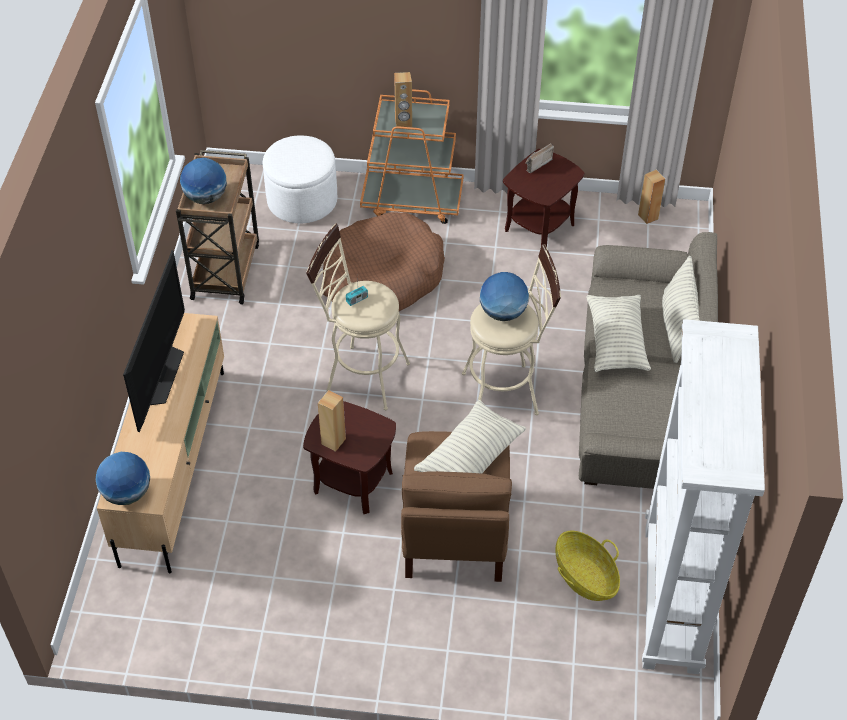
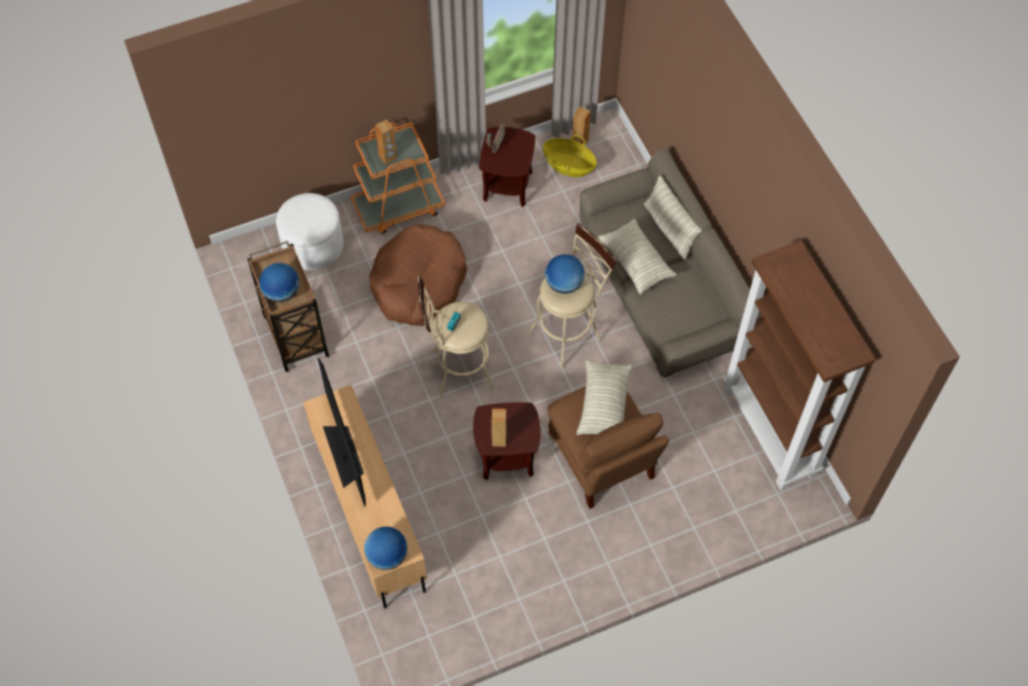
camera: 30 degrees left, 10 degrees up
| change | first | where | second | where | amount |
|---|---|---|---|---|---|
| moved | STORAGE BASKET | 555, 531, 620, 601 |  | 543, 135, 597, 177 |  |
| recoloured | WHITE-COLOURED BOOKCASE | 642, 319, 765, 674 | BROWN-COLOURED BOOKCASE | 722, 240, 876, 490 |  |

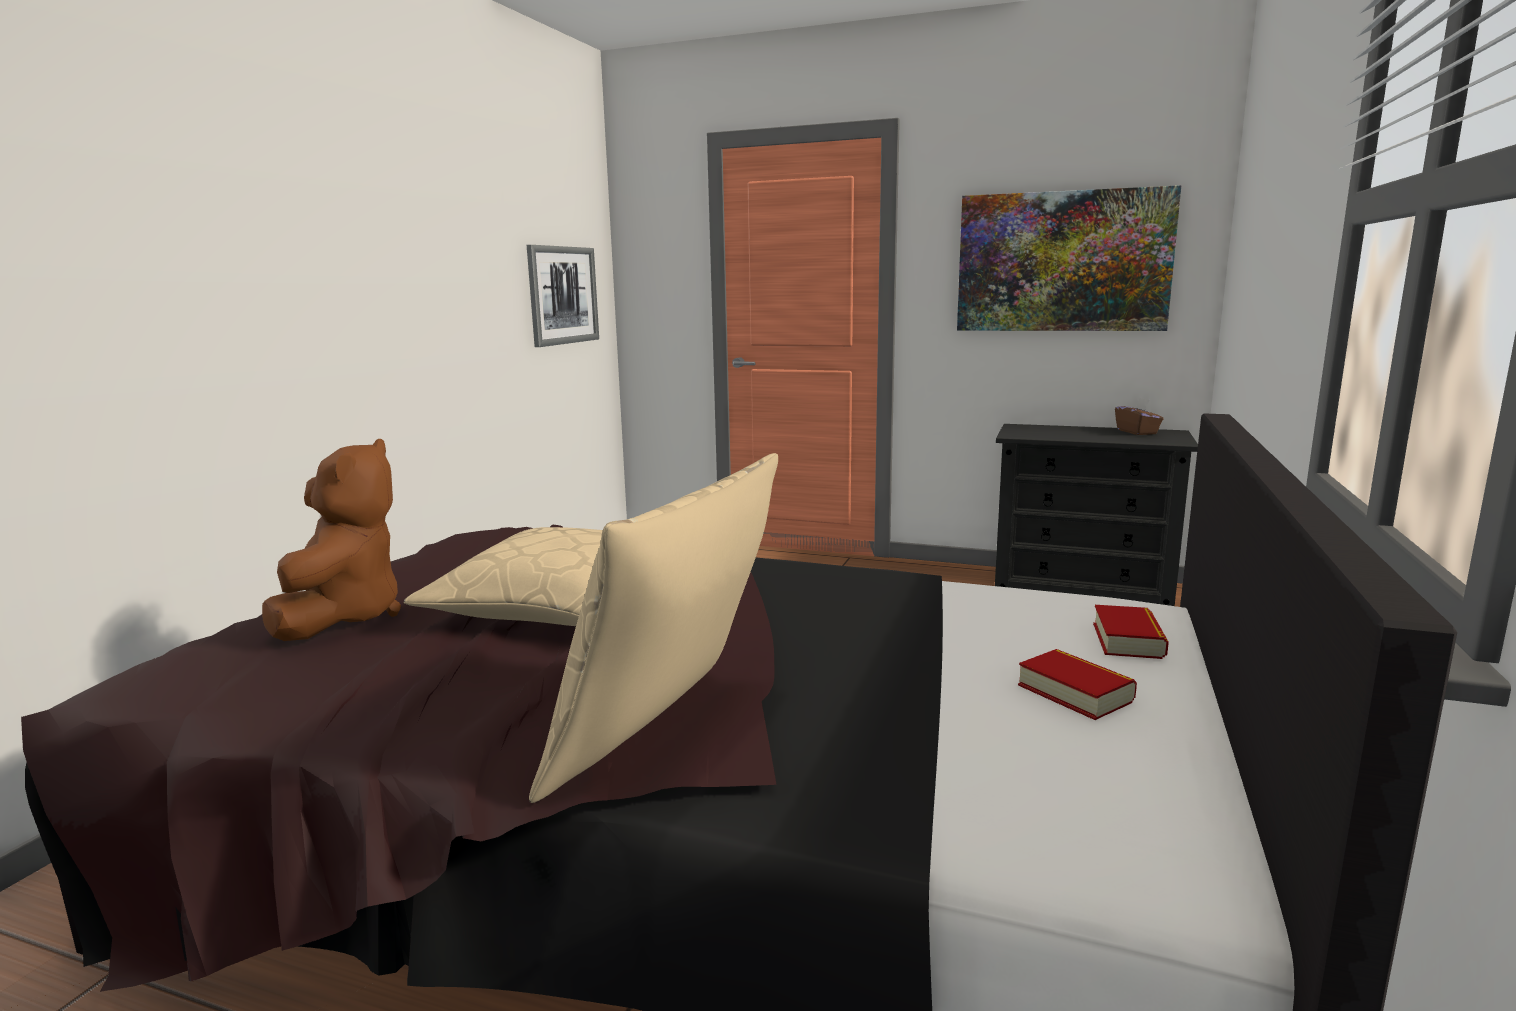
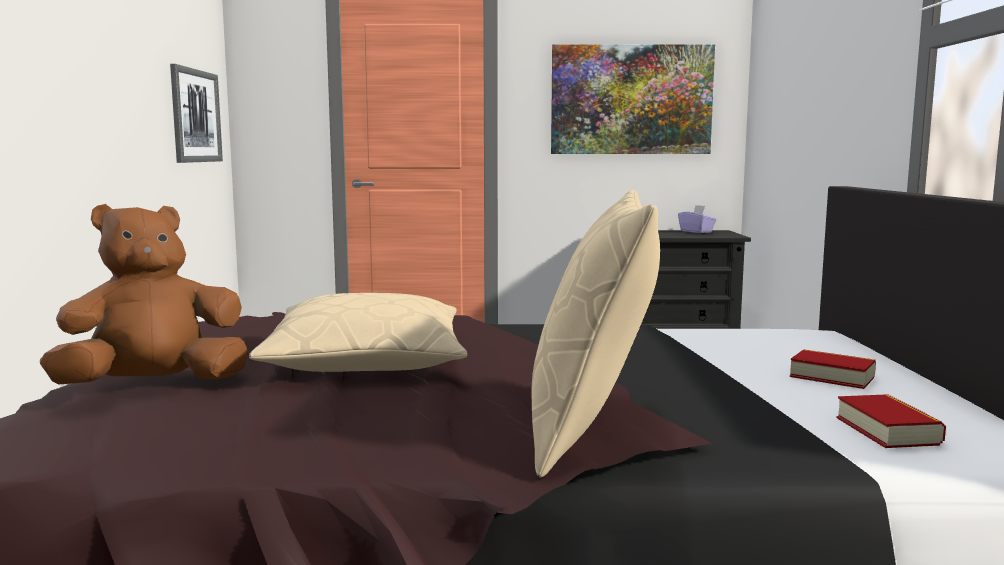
camera: 20 degrees left, 5 degrees down
| change | first | where | second | where | amount |
|---|---|---|---|---|---|
| turned | BROWN-COLOURED PLUSH TOY | 262, 439, 401, 641 |  | 40, 204, 249, 384 | 105 degrees counterclockwise |
| recoloured | BROWN-COLOURED TISSUE HOLDER | 1115, 398, 1164, 435 | PURPLISH TISSUE HOLDER | 678, 205, 716, 233 |  |
| moved | VOLUME | 1093, 605, 1169, 659 |  | 836, 394, 946, 448 |  |

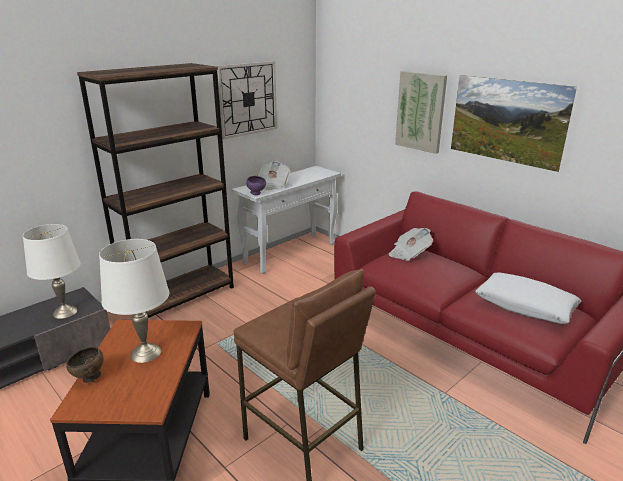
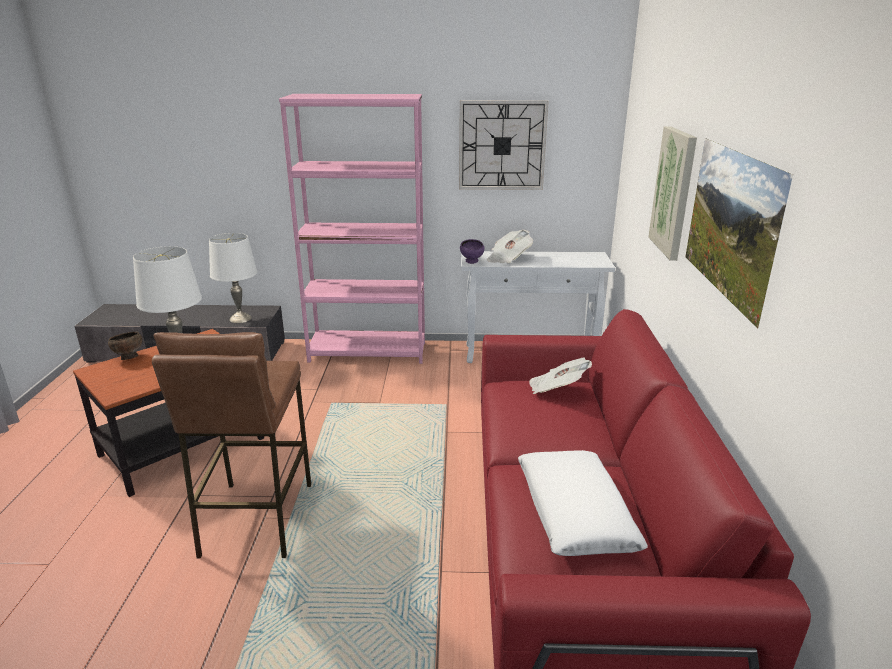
camera: 45 degrees right, 0 degrees up
| change | first | where | second | where | amount |
|---|---|---|---|---|---|
| recoloured | BROWN-COLOURED BOOKCASE | 77, 63, 234, 318 | PINKISH BOOKCASE | 279, 94, 425, 364 |  |

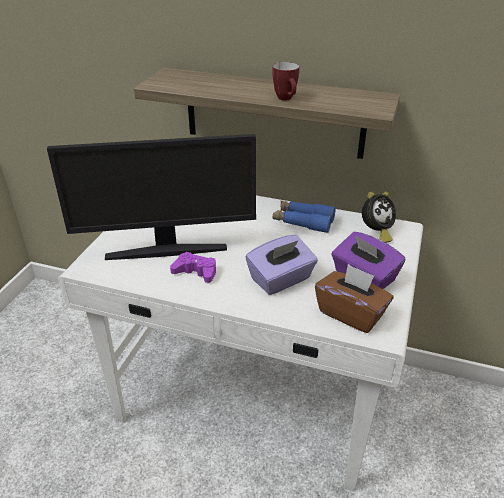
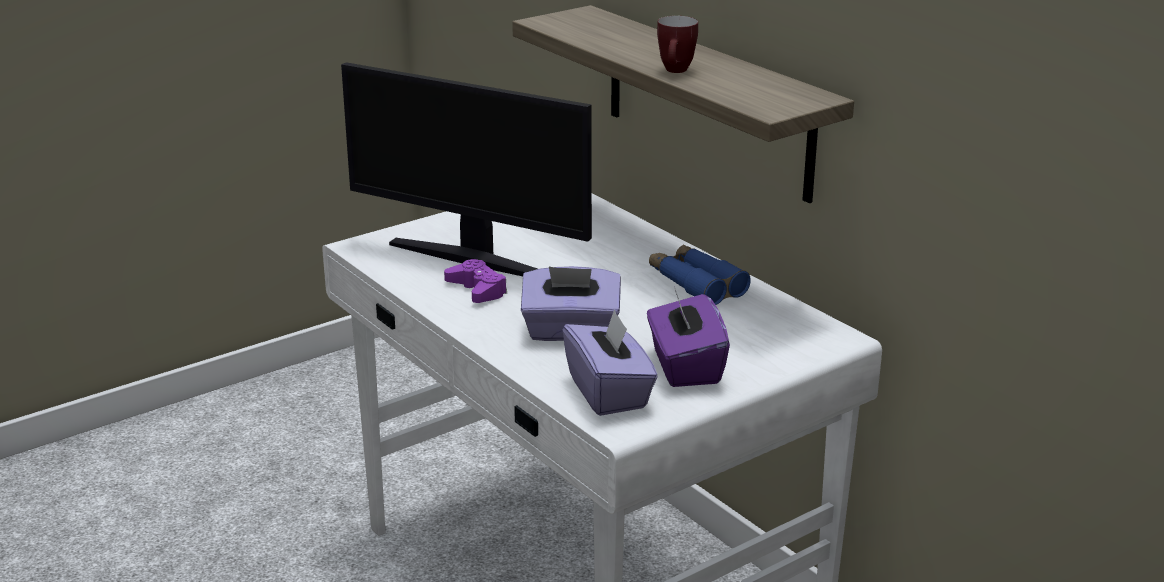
camera: 35 degrees right, 10 degrees down
| change | first | where | second | where | amount |
|---|---|---|---|---|---|
| recoloured | BROWN-COLOURED TISSUE HOLDER | 315, 264, 393, 333 | PURPLISH TISSUE HOLDER | 563, 309, 658, 416 |  |
| removed | ALARM CLOCK | 362, 191, 396, 243 |  |  |  |

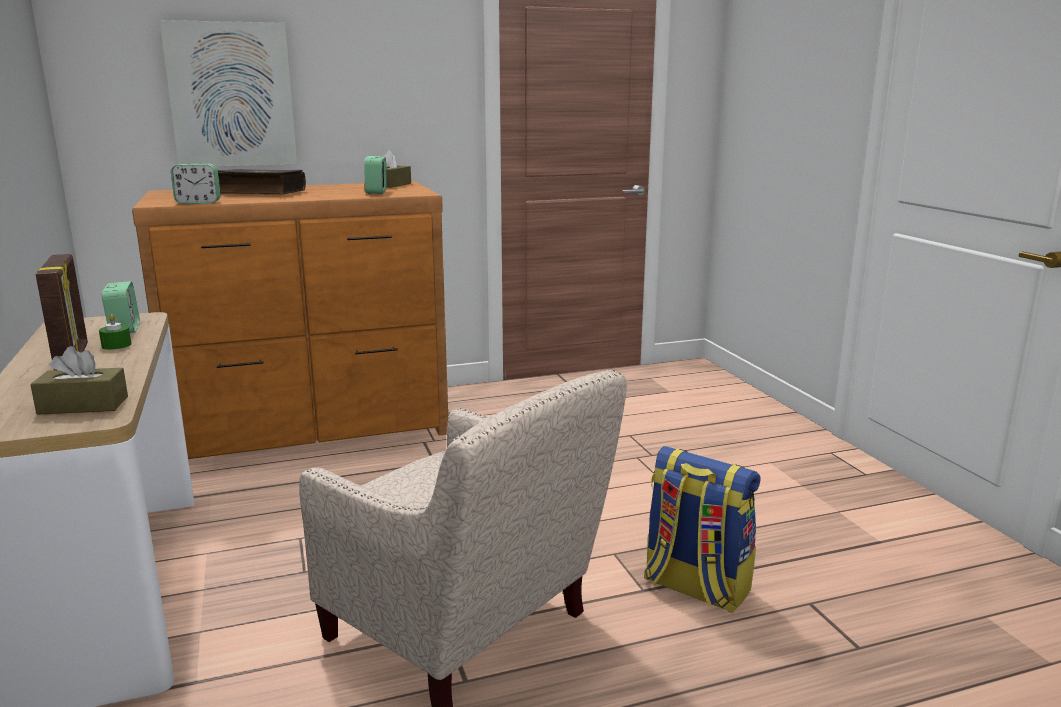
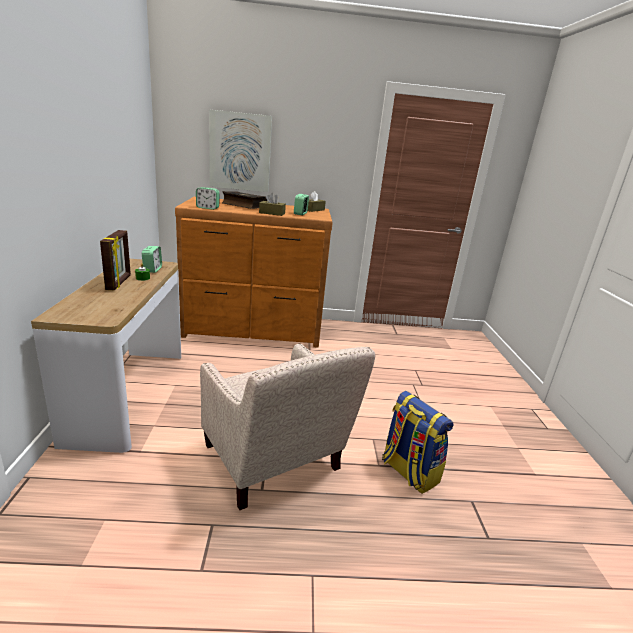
camera: 15 degrees right, 5 degrees up
| change | first | where | second | where | amount |
|---|---|---|---|---|---|
| moved | BROWN-COLOURED TISSUE HOLDER | 30, 346, 128, 414 |  | 259, 193, 286, 216 |  |

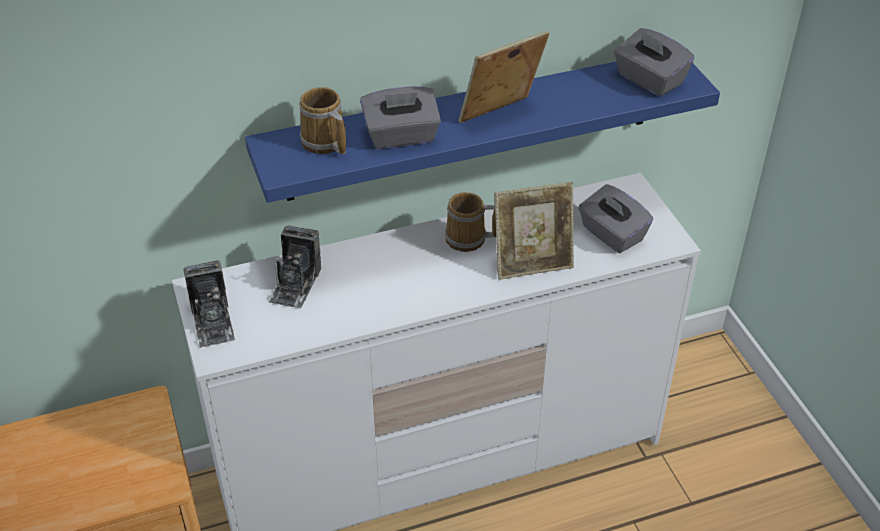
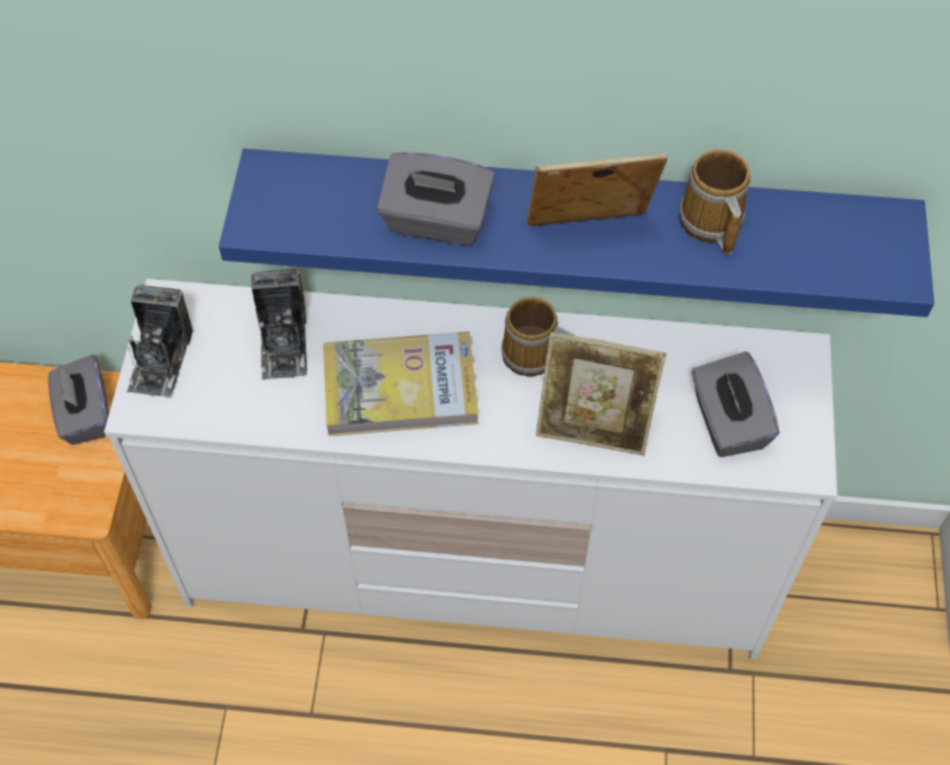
camera: 25 degrees right, 15 degrees up
| change | first | where | second | where | amount |
|---|---|---|---|---|---|
| moved | GREYISH TISSUE HOLDER | 614, 28, 694, 96 |  | 48, 354, 109, 445 |  |
| turned | PHOTO CAMERA | 269, 225, 321, 308 |  | 251, 269, 307, 380 | 45 degrees counterclockwise |
| added |  |  | VOLUME | 323, 331, 479, 436 |  |
| moved | MUG | 299, 87, 346, 154 |  | 679, 149, 750, 254 |  |

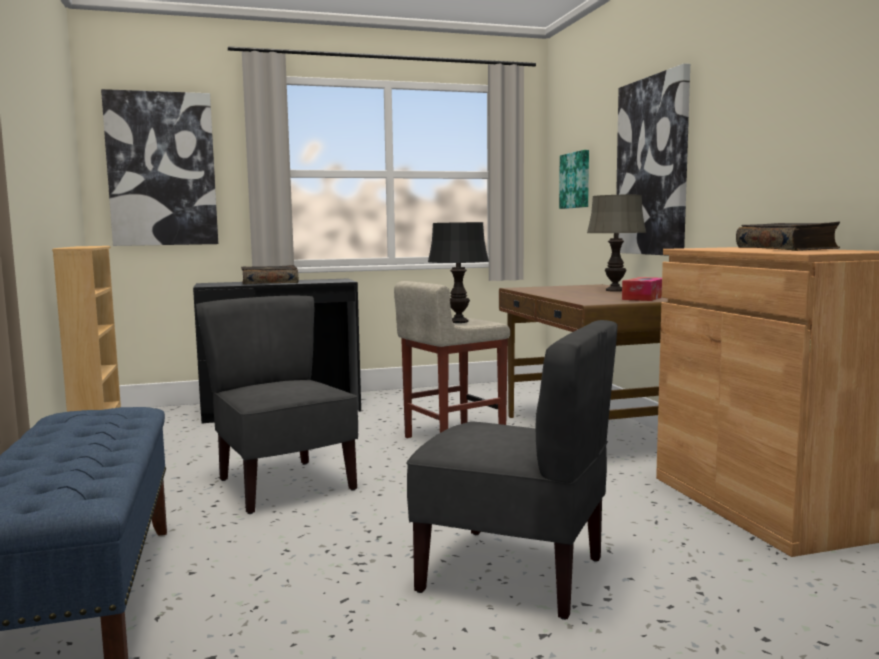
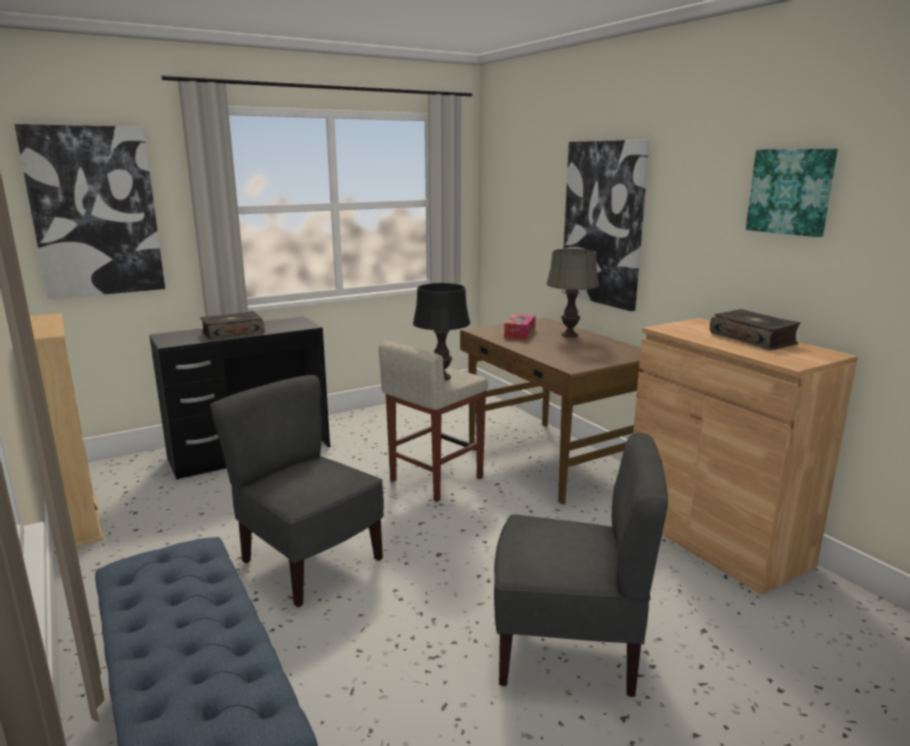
camera: 15 degrees left, 10 degrees up
| change | first | where | second | where | amount |
|---|---|---|---|---|---|
| moved | TISSUE HOLDER | 622, 277, 662, 301 |  | 504, 314, 536, 340 |  |
| moved | PICTURE | 559, 150, 589, 209 |  | 746, 149, 838, 237 |  |

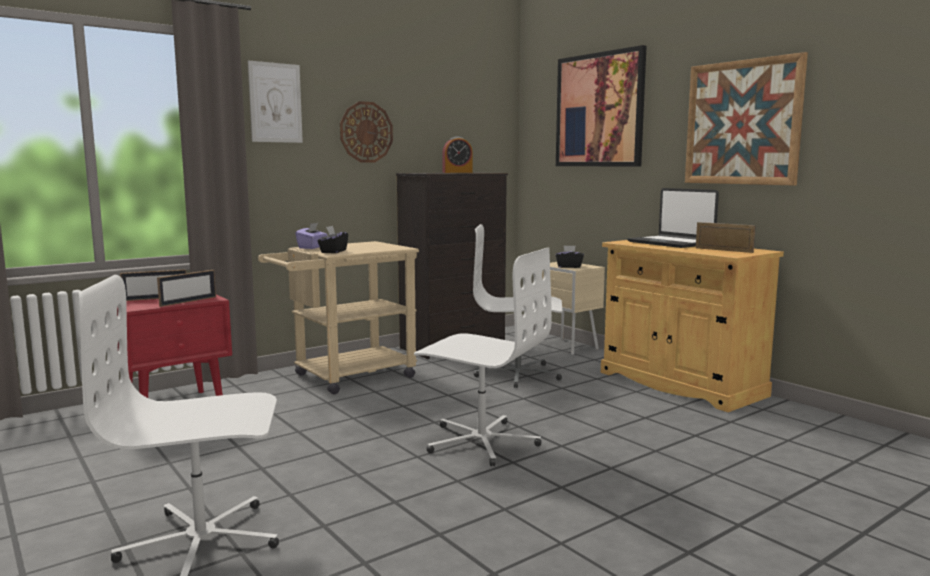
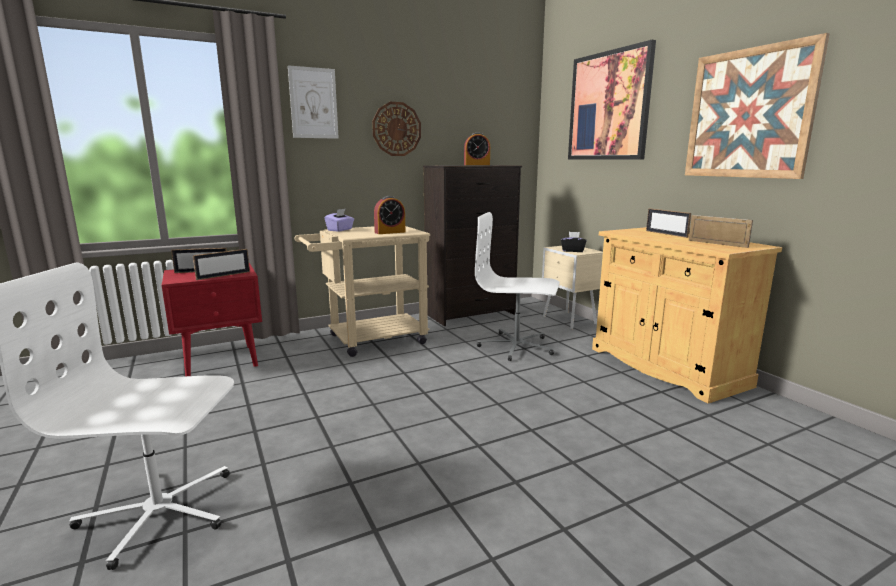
camera: 10 degrees right, 5 degrees up
| change | first | where | second | where | amount |
|---|---|---|---|---|---|
| added |  |  | ALARM CLOCK | 374, 196, 406, 234 |  |
| replaced | NOTEBOOK COMPUTER | 627, 188, 719, 248 | PHOTO FRAME | 646, 208, 691, 238 |  |
| removed | BLACK TISSUE HOLDER | 317, 226, 348, 253 |  |  |  |
| removed | WHITE-COLOURED DESK CHAIR | 414, 247, 552, 466 |  |  |  |

